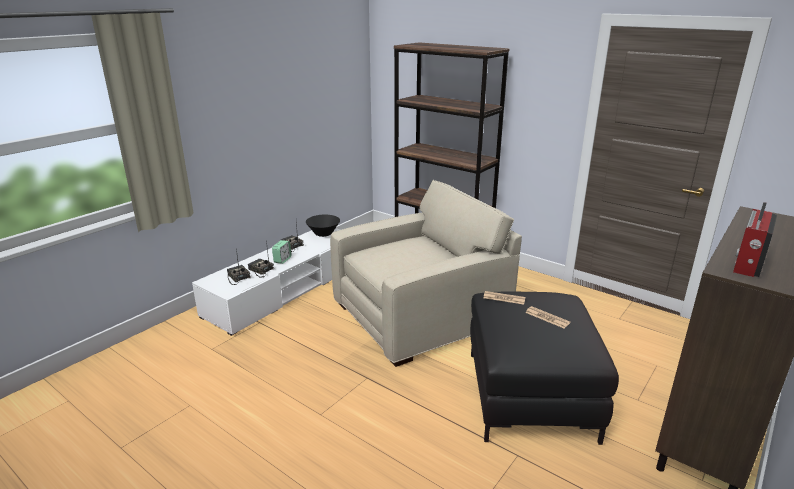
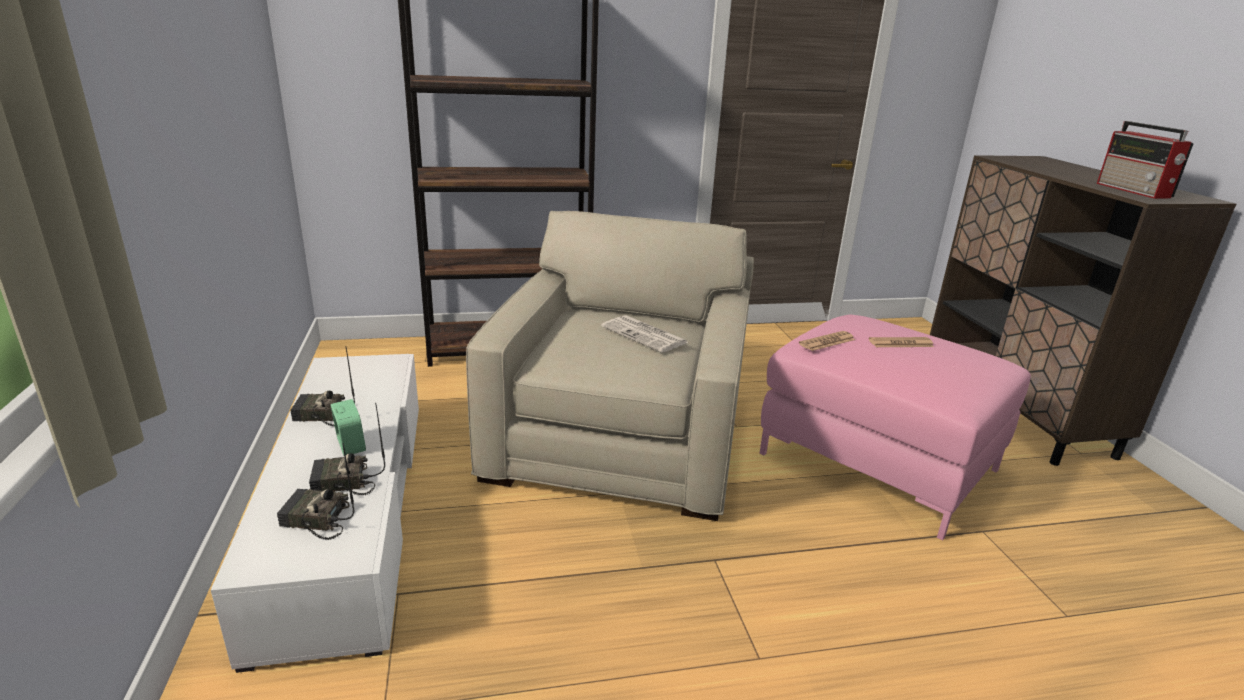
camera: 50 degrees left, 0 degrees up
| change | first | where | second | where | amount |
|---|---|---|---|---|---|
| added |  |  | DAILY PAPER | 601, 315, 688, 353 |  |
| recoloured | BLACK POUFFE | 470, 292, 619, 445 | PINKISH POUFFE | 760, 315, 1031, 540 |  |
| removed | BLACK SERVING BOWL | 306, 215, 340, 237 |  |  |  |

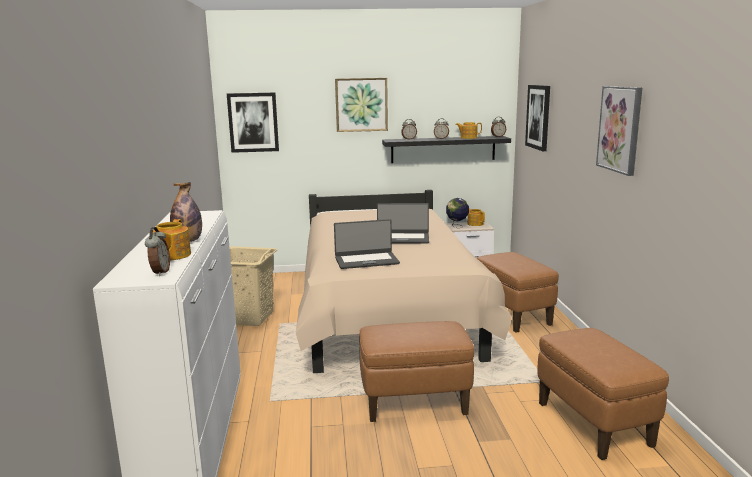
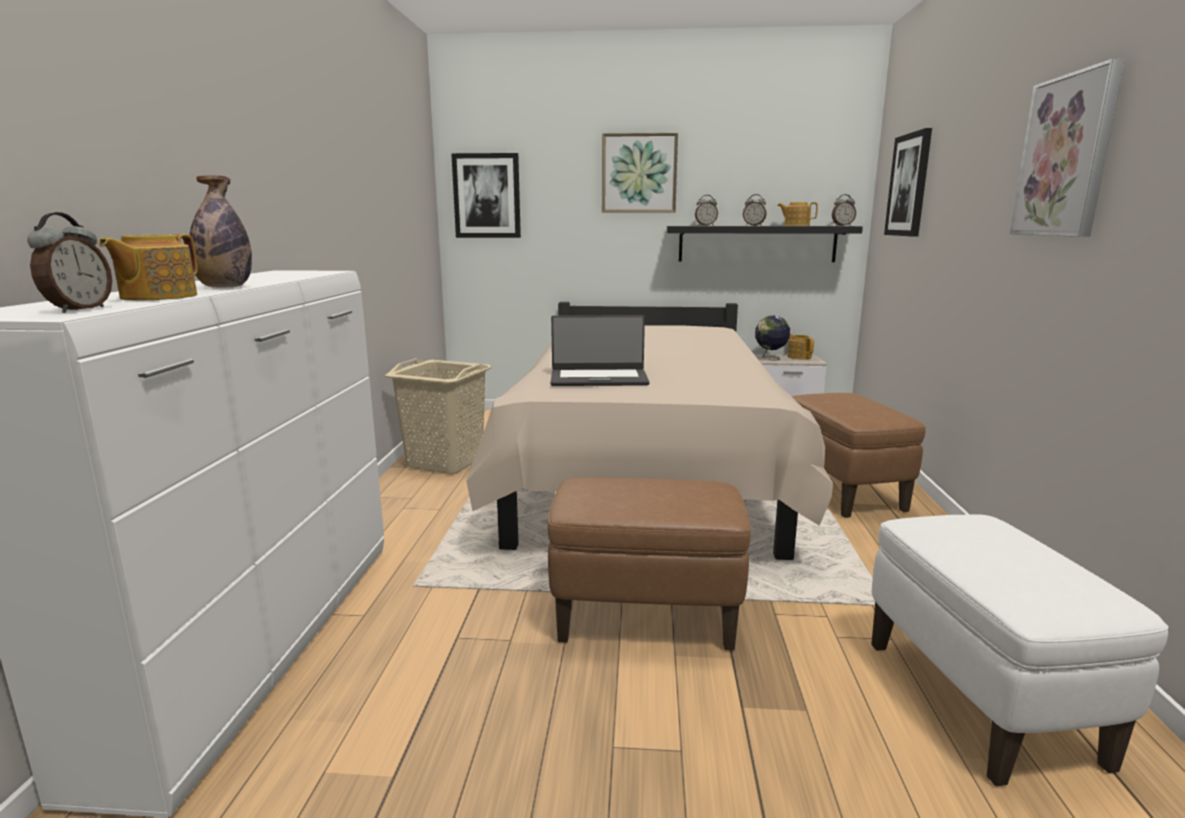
camera: 10 degrees right, 0 degrees up
| change | first | where | second | where | amount |
|---|---|---|---|---|---|
| recoloured | BROWN-COLOURED POUFFE | 537, 328, 669, 460 | WHITE-COLOURED POUFFE | 871, 514, 1168, 786 |  |
| removed | NOTEBOOK COMPUTER | 377, 203, 429, 244 |  |  |  |

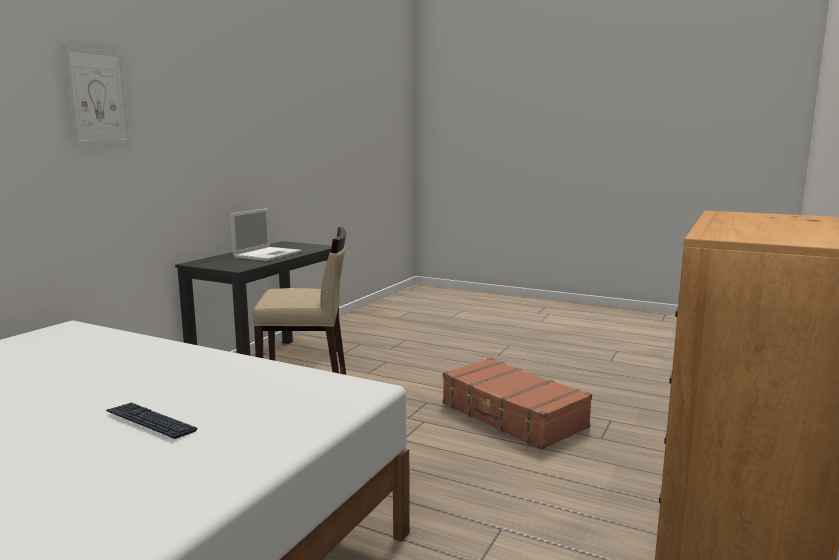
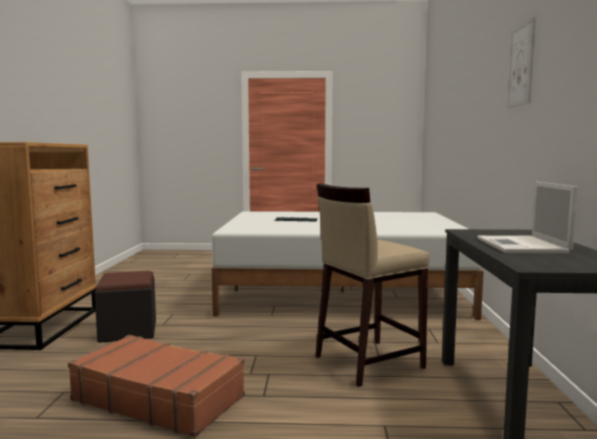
camera: 155 degrees right, 5 degrees down
| change | first | where | second | where | amount |
|---|---|---|---|---|---|
| added |  |  | BLACK POUFFE | 95, 271, 156, 343 |  |

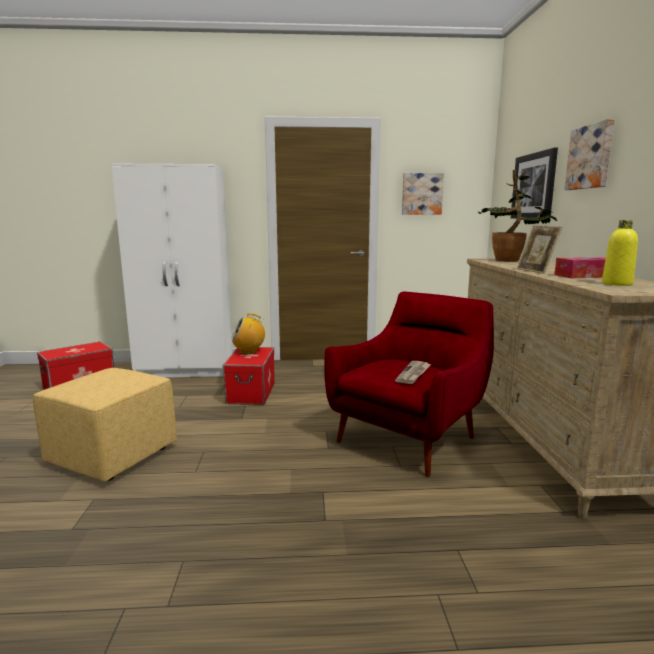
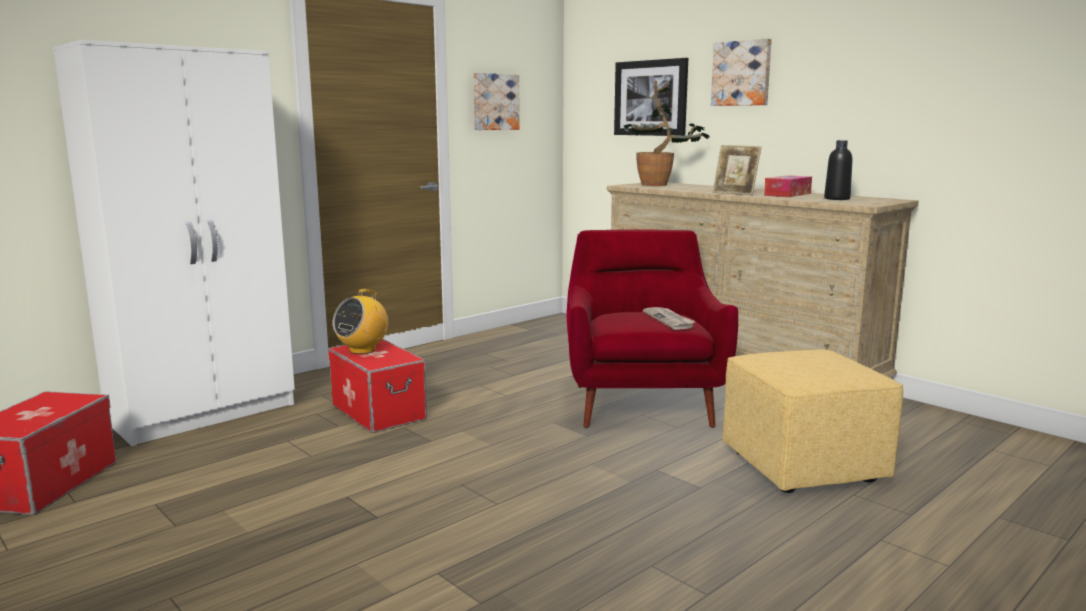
camera: 40 degrees left, 0 degrees up
| change | first | where | second | where | amount |
|---|---|---|---|---|---|
| moved | YELLOW-COLOURED POUFFE | 33, 368, 177, 481 |  | 722, 349, 903, 493 |  |
| recoloured | YELLOW-COLOURED DRINK BOTTLE | 602, 220, 638, 286 | BLACK DRINK BOTTLE | 824, 140, 853, 200 |  |

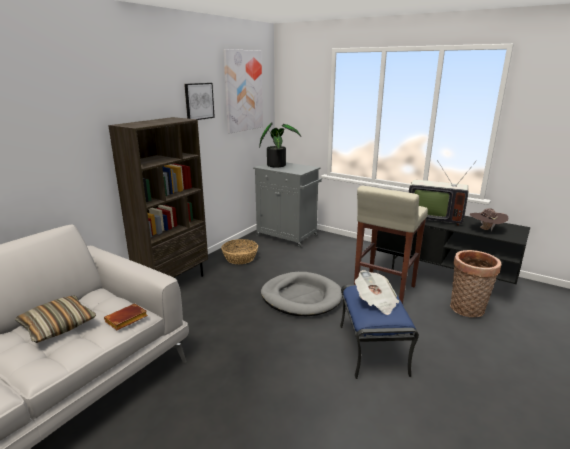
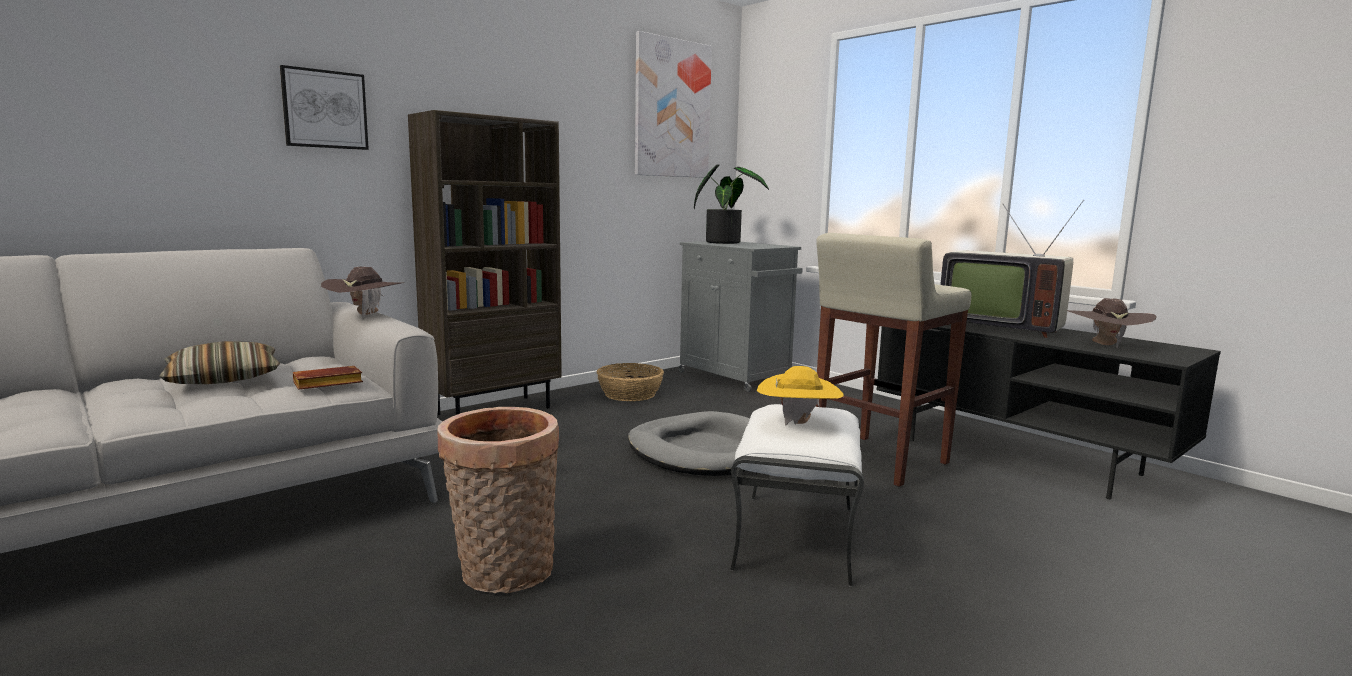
camera: 15 degrees right, 10 degrees down
| change | first | where | second | where | amount |
|---|---|---|---|---|---|
| moved | PICTURE | 184, 83, 215, 120 |  | 280, 65, 369, 150 |  |
| added |  |  | BROWN-COLOURED CLOTHING HAT | 321, 267, 402, 317 |  |
| moved | STORAGE BASKET | 450, 250, 501, 317 |  | 437, 407, 559, 593 |  |
| recoloured | BLUE POUFFE | 340, 285, 419, 379 | WHITE-COLOURED POUFFE | 730, 404, 864, 587 |  |
| replaced | DAILY PAPER | 355, 270, 400, 315 | YELLOW-COLOURED CLOTHING HAT | 757, 366, 844, 426 |  |

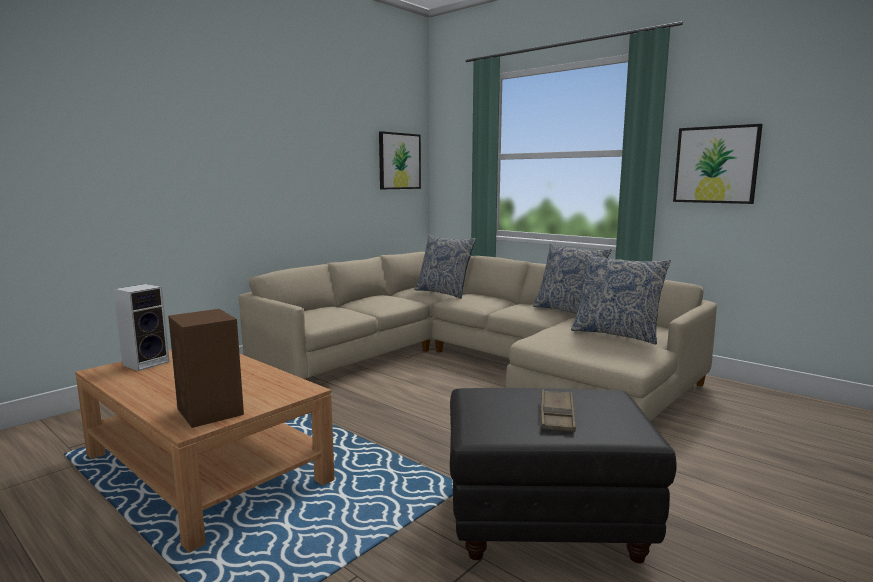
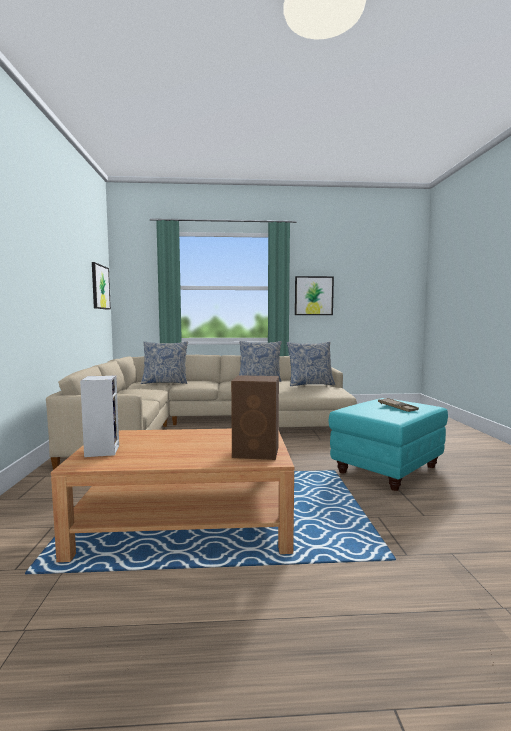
camera: 45 degrees left, 5 degrees down
| change | first | where | second | where | amount |
|---|---|---|---|---|---|
| recoloured | BLACK POUFFE | 450, 388, 677, 563 | TURQUOISE POUFFE | 329, 398, 448, 491 |  |

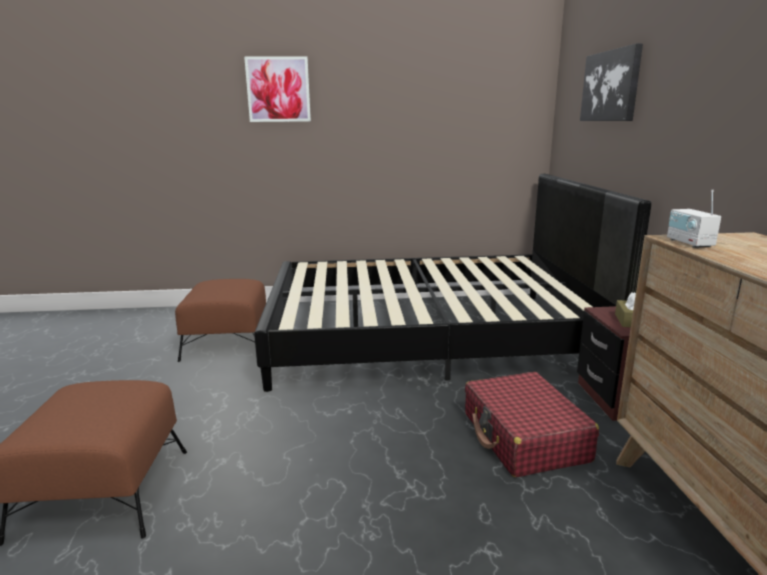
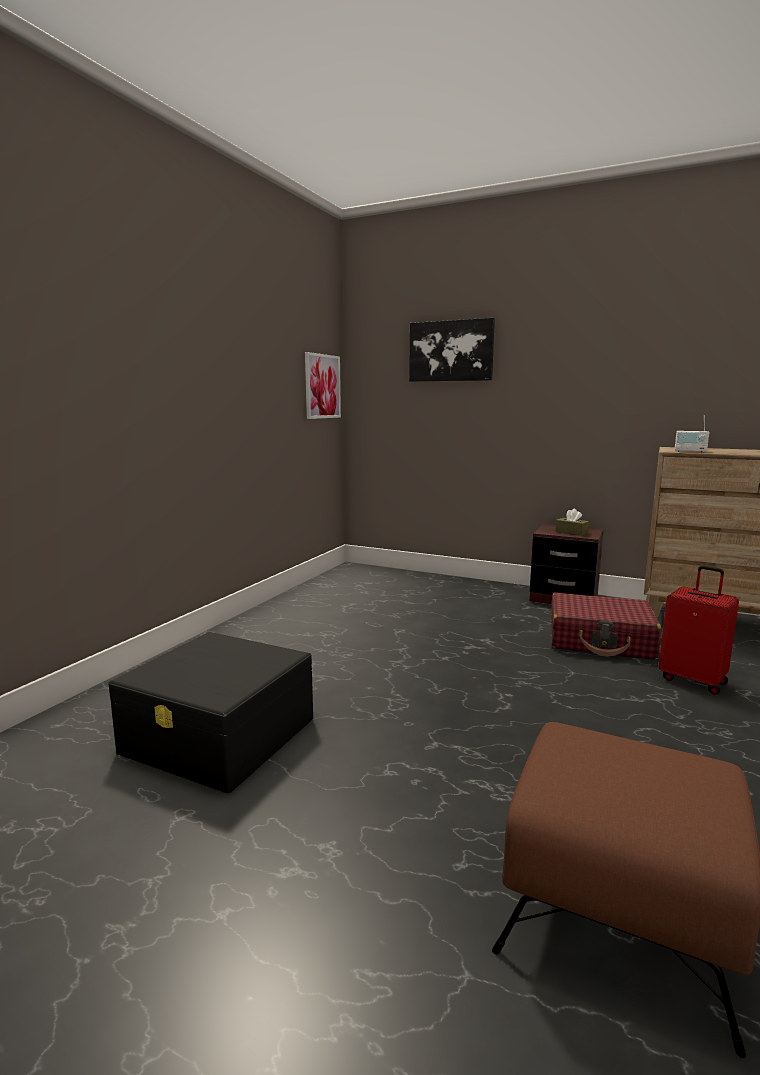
camera: 60 degrees left, 5 degrees down
| change | first | where | second | where | amount |
|---|---|---|---|---|---|
| replaced | BROWN-COLOURED POUFFE | 175, 279, 266, 362 | BLACK STORAGE CONTAINER | 109, 632, 313, 793 |  |
| moved | PICTURE | 244, 57, 311, 122 |  | 305, 352, 341, 419 |  |
| added |  |  | REDDISH TRAVEL CASE | 659, 566, 739, 695 |  |
| removed | BLACK BEDROOM BED | 254, 174, 651, 392 |  |  |  |

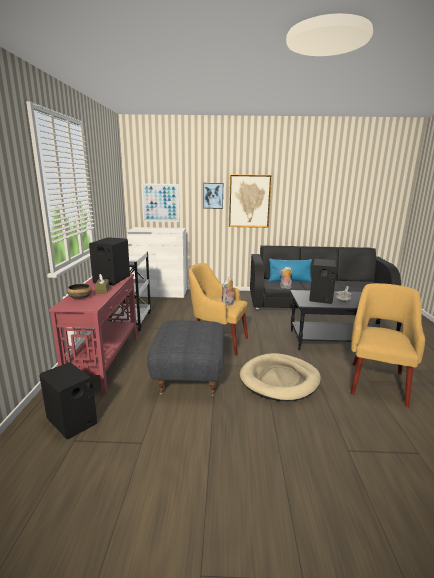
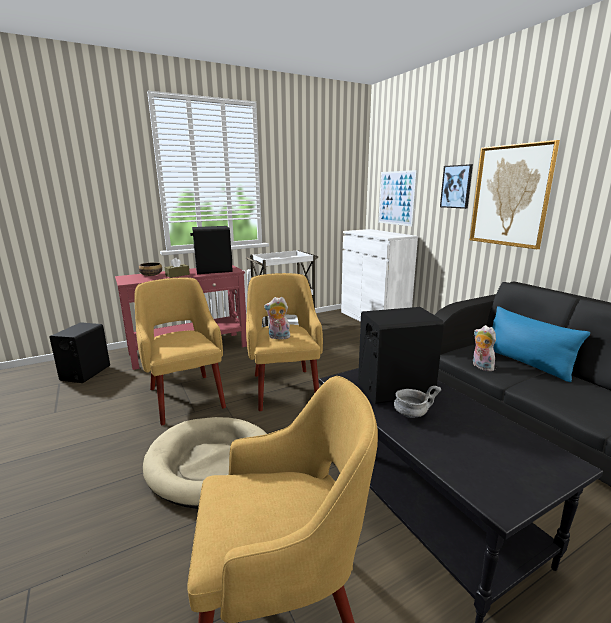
camera: 60 degrees right, 0 degrees up
| change | first | where | second | where | amount |
|---|---|---|---|---|---|
| replaced | GREYISH POUFFE | 147, 320, 224, 397 | YELLOW-COLOURED LOUNGE CHAIR | 134, 278, 226, 425 |  |

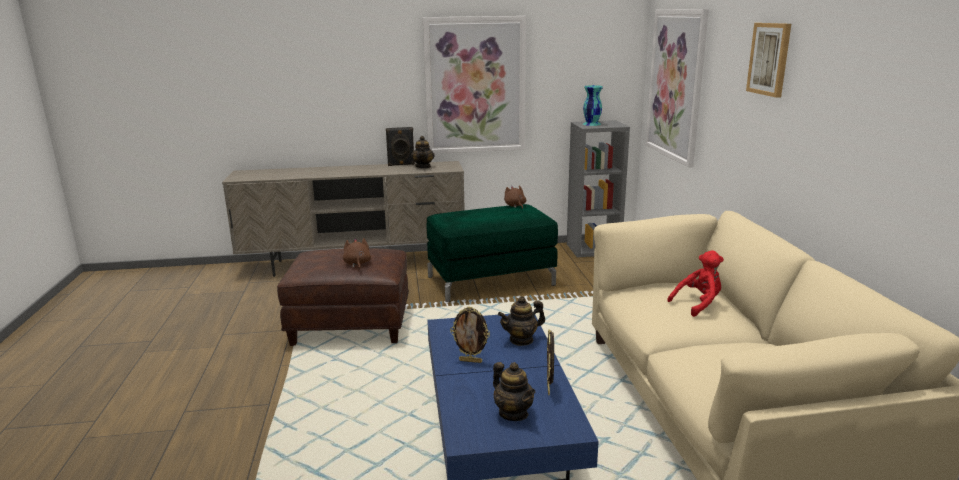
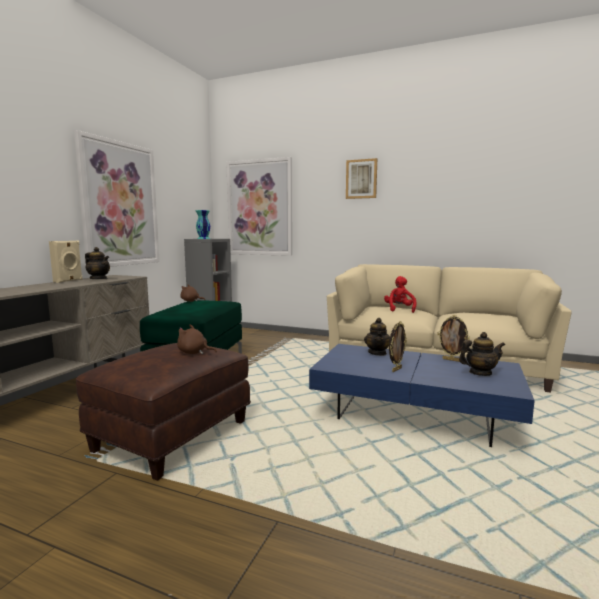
camera: 60 degrees left, 10 degrees down
| change | first | where | second | where | amount |
|---|---|---|---|---|---|
| recoloured | BLACK AUDIO SPEAKER | 386, 127, 415, 166 | BEIGE-COLOURED AUDIO SPEAKER | 49, 240, 83, 283 |  |

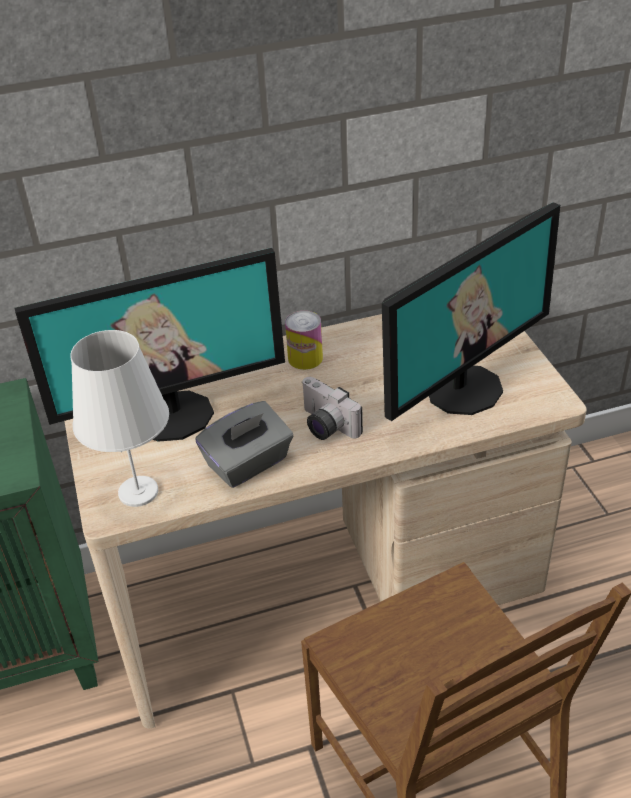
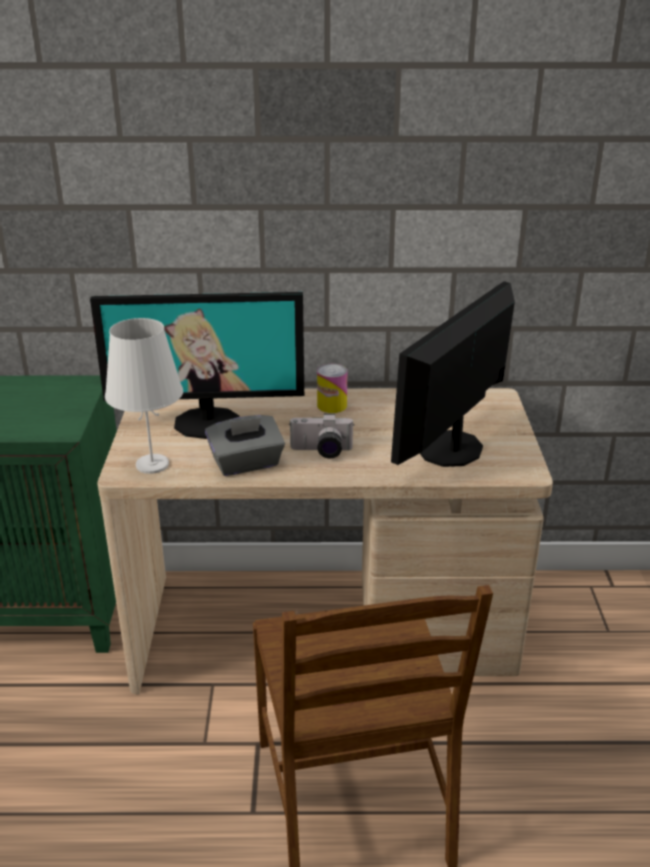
camera: 15 degrees right, 10 degrees down
| change | first | where | second | where | amount |
|---|---|---|---|---|---|
| turned | PHOTO CAMERA | 302, 377, 363, 440 |  | 290, 414, 354, 458 | 60 degrees counterclockwise |
| turned | MONITOR | 382, 202, 560, 421 |  | 391, 281, 515, 467 | 150 degrees clockwise |

